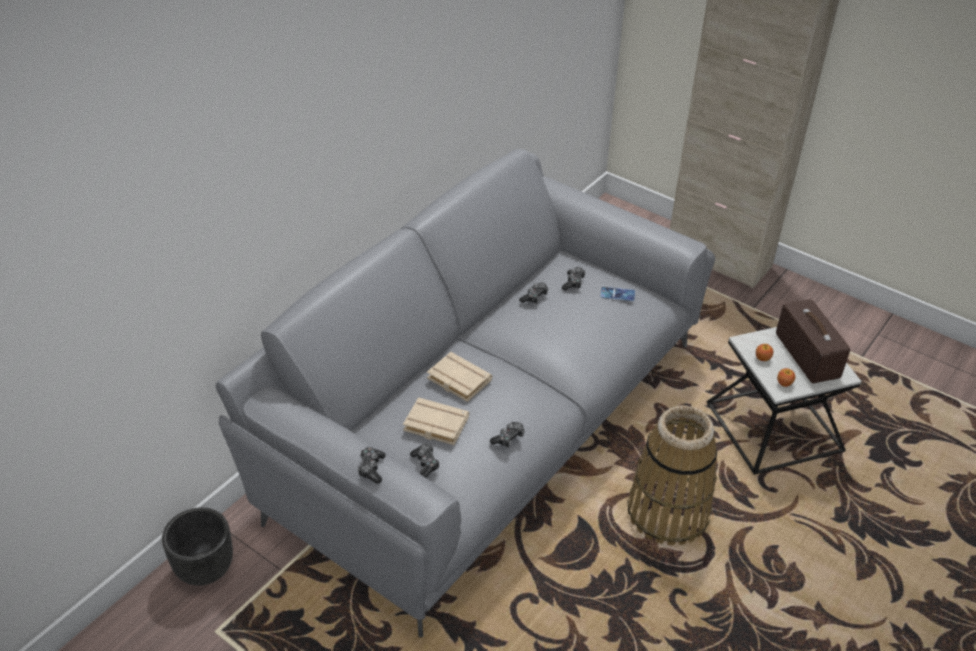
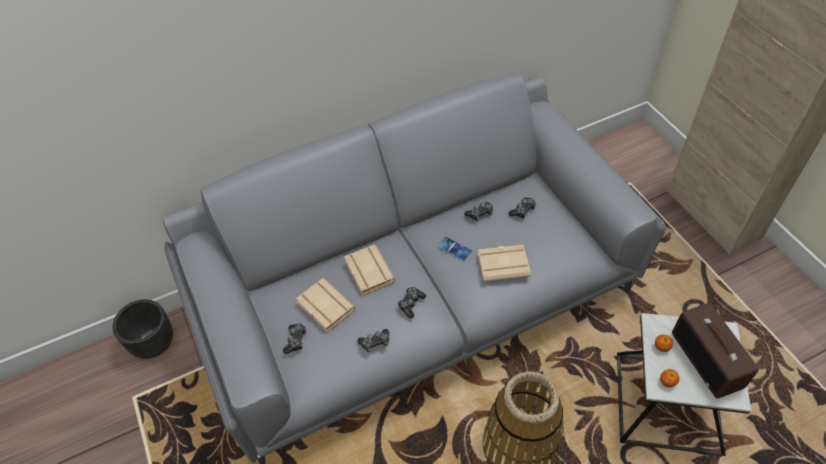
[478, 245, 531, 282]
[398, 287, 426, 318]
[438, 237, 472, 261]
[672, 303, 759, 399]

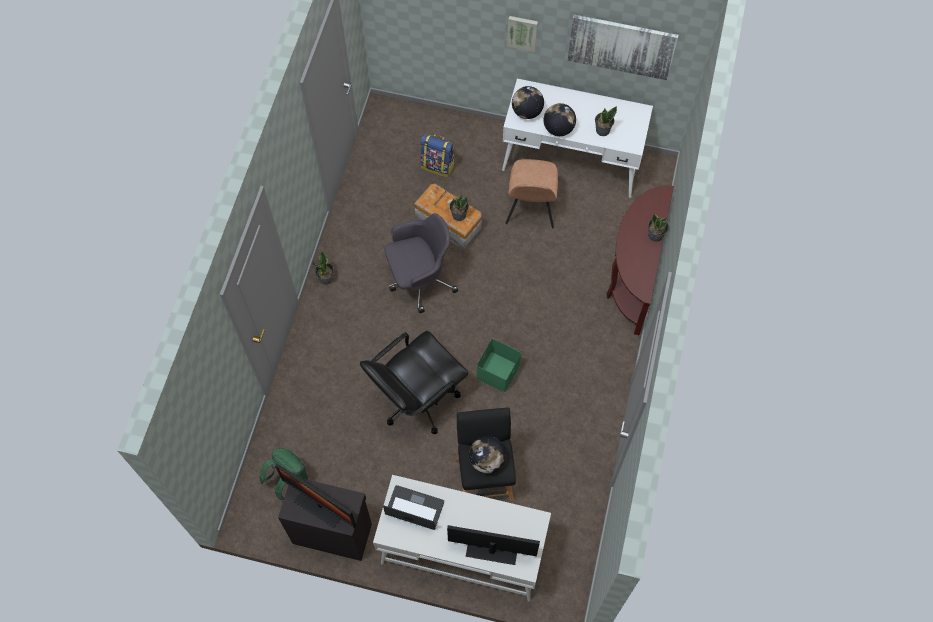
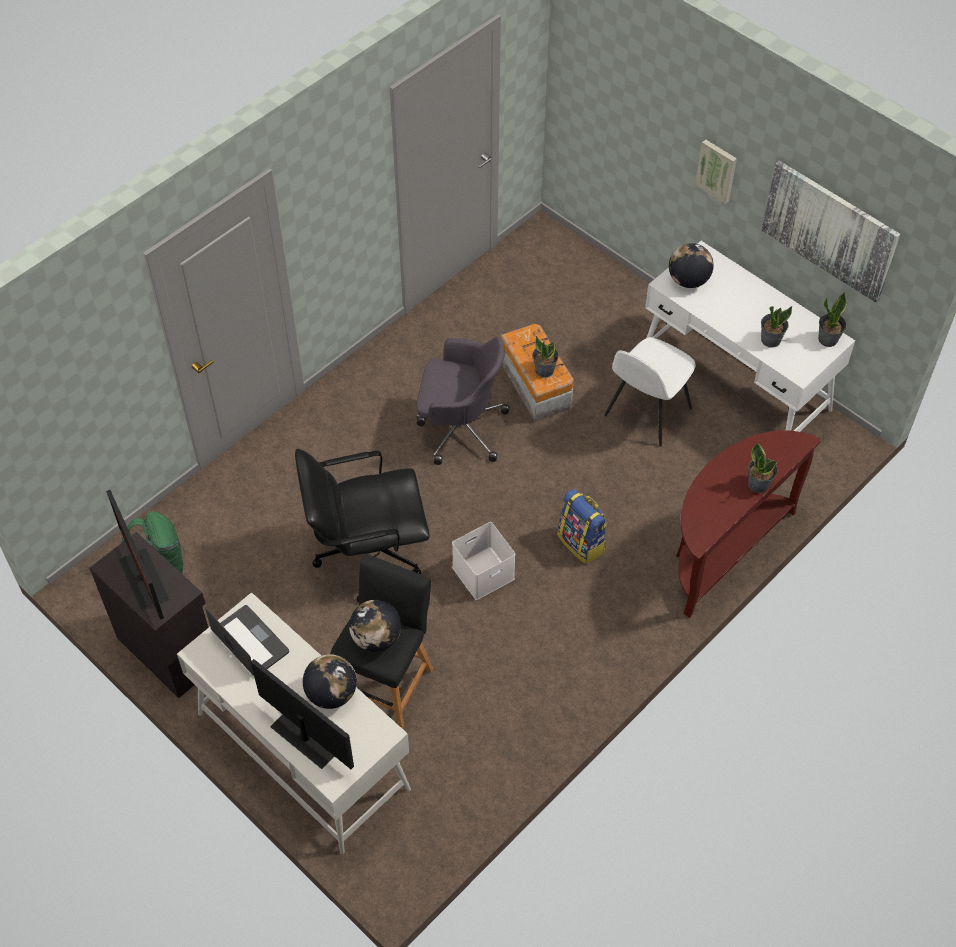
[818, 292, 847, 347]
[558, 489, 607, 564]
[303, 654, 357, 709]
[452, 522, 515, 600]
[604, 337, 696, 447]

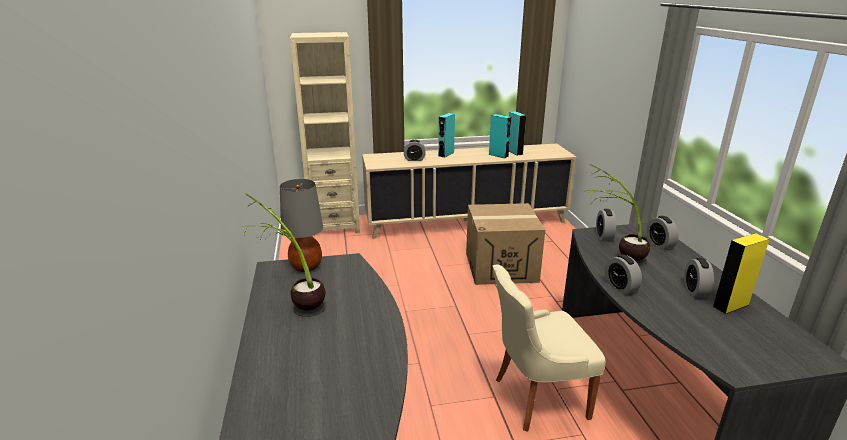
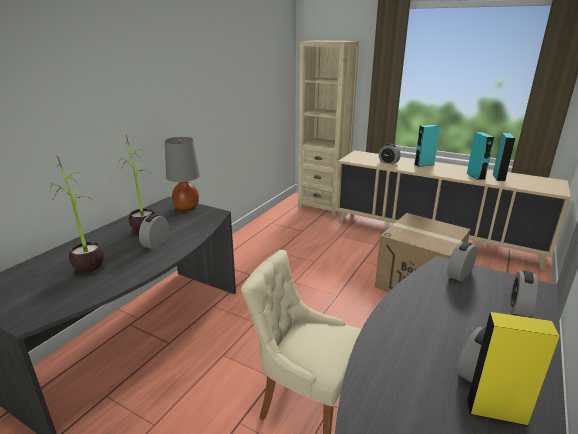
[50, 155, 106, 278]
[139, 214, 169, 249]

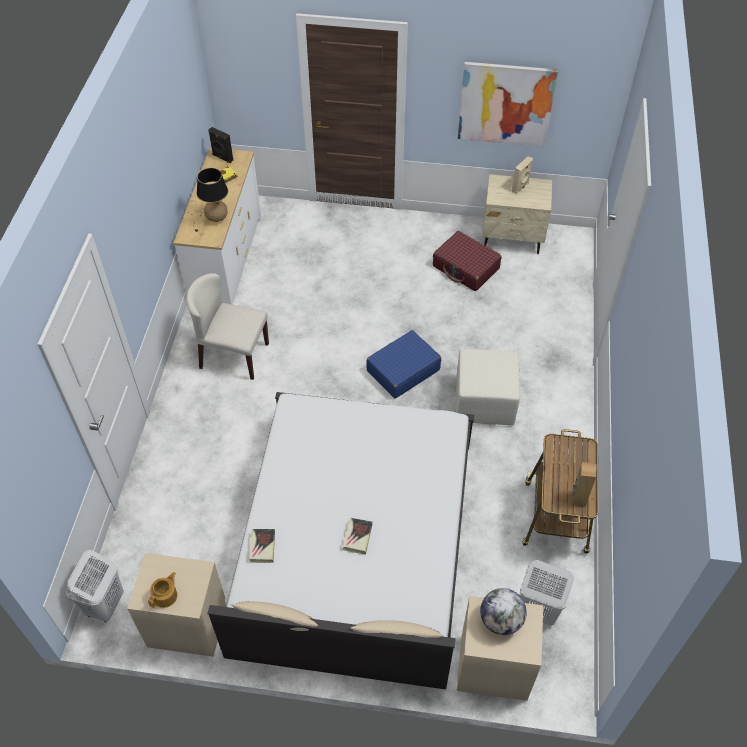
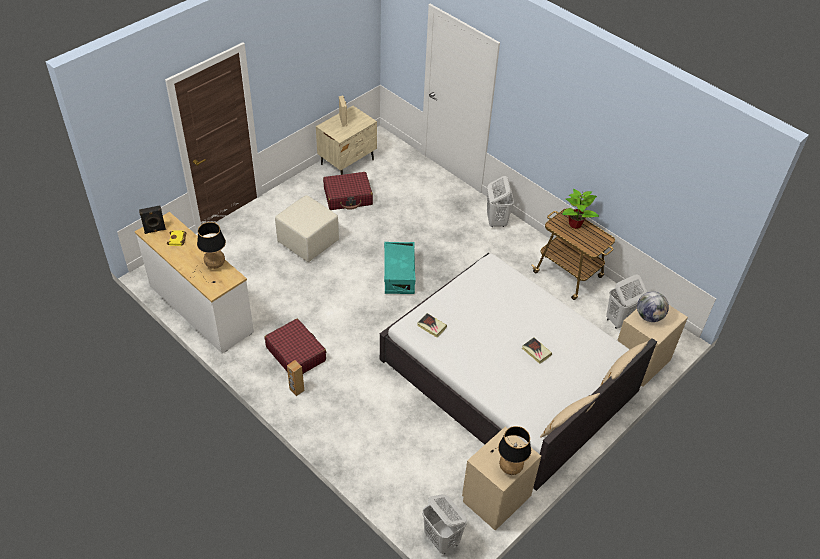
[458, 62, 558, 147] (first image)
[487, 176, 514, 227]
[562, 189, 599, 229]
[417, 313, 447, 338]
[275, 195, 339, 262]
[287, 360, 304, 396]
[491, 426, 531, 475]
[265, 319, 326, 374]
[384, 242, 416, 294]

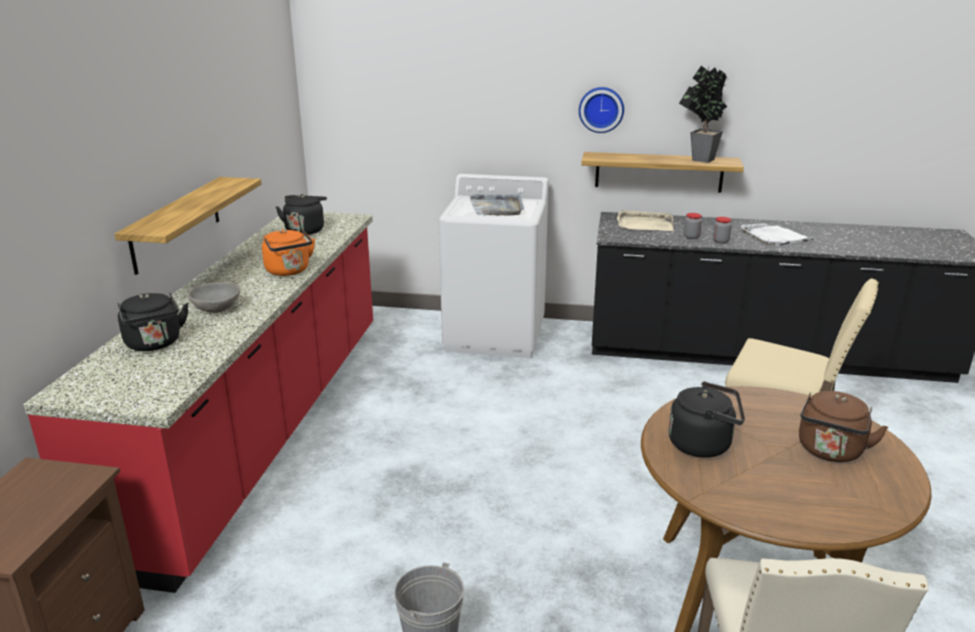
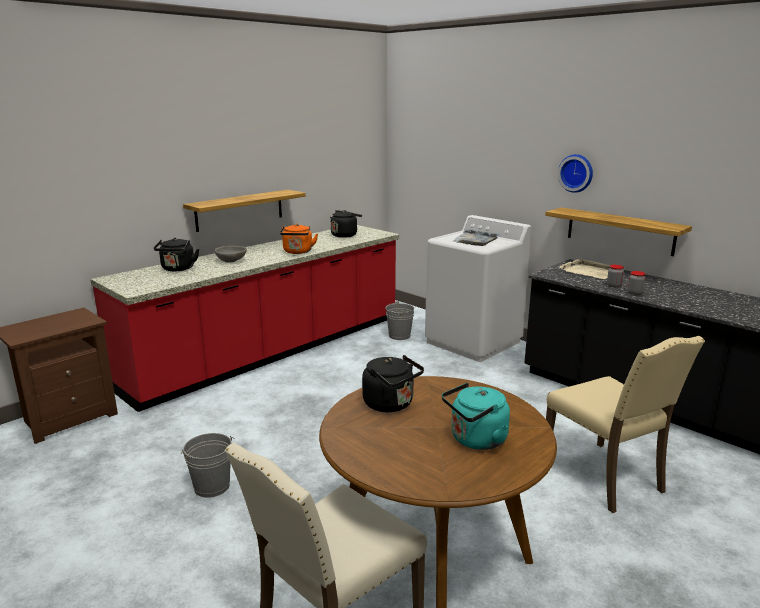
[679, 66, 727, 163] (first image)
[740, 223, 816, 246] (first image)
[385, 301, 414, 340]
[442, 383, 510, 450]

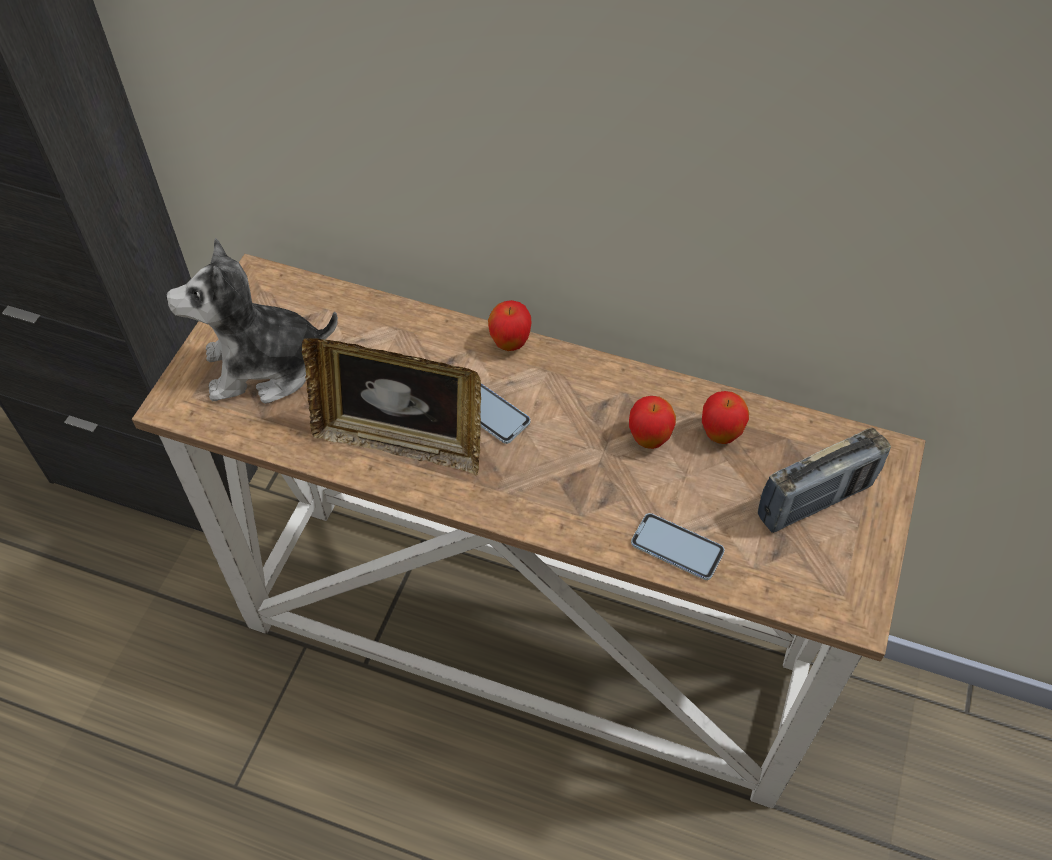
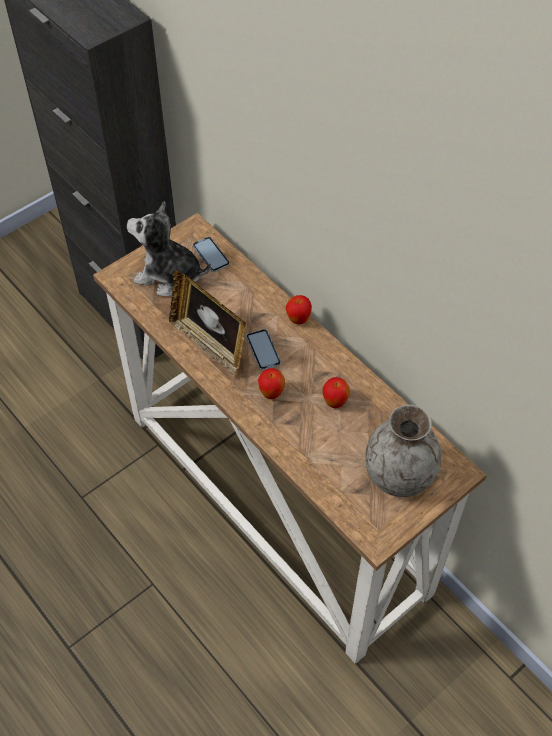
[193, 237, 230, 272]
[258, 368, 285, 399]
[365, 405, 441, 497]

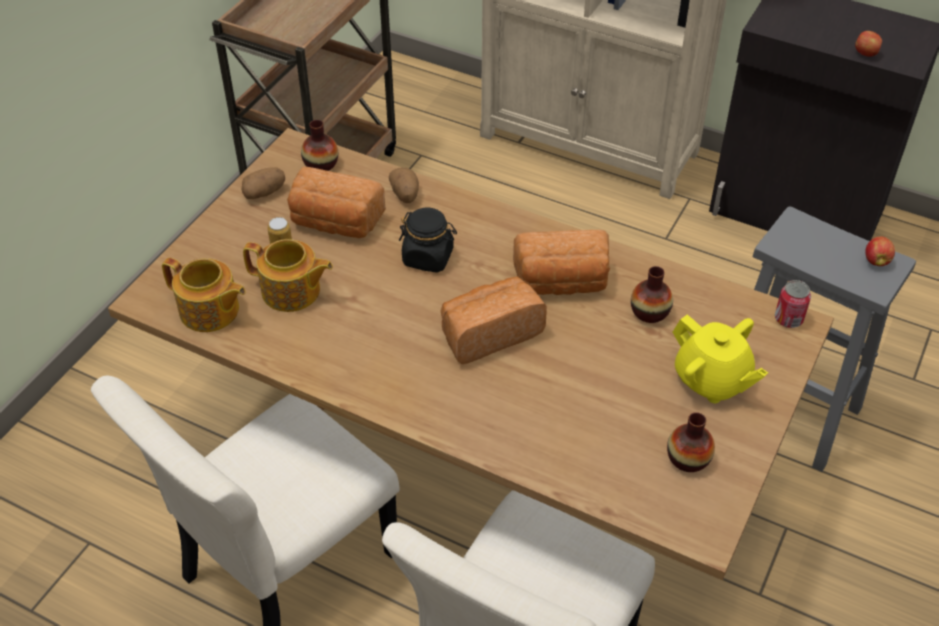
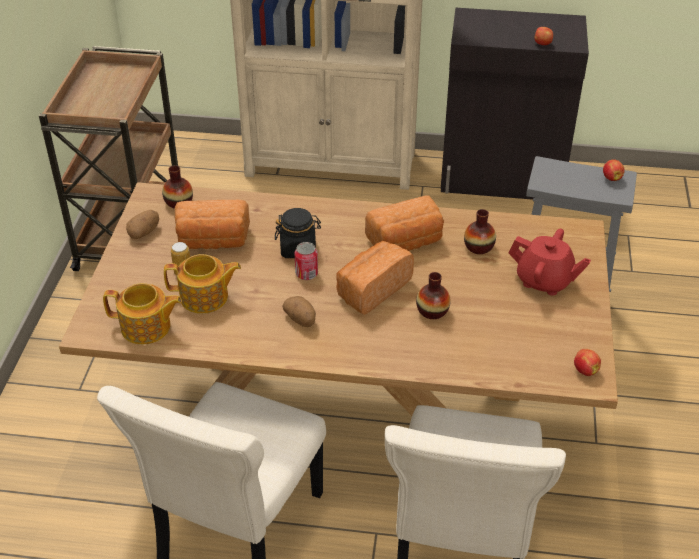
[574, 349, 601, 376]
[283, 296, 316, 327]
[416, 272, 451, 319]
[294, 242, 318, 280]
[508, 229, 591, 296]

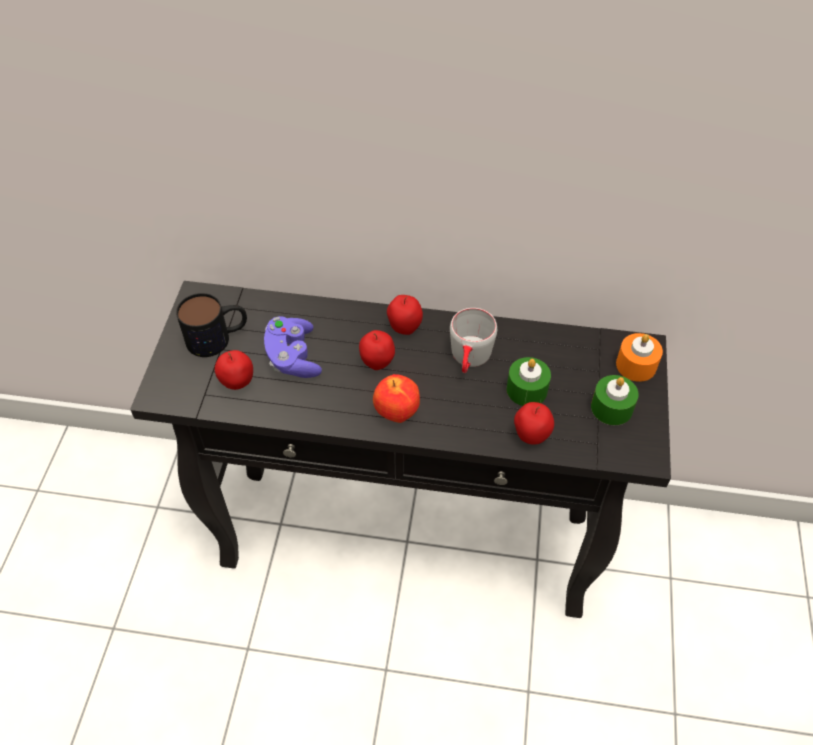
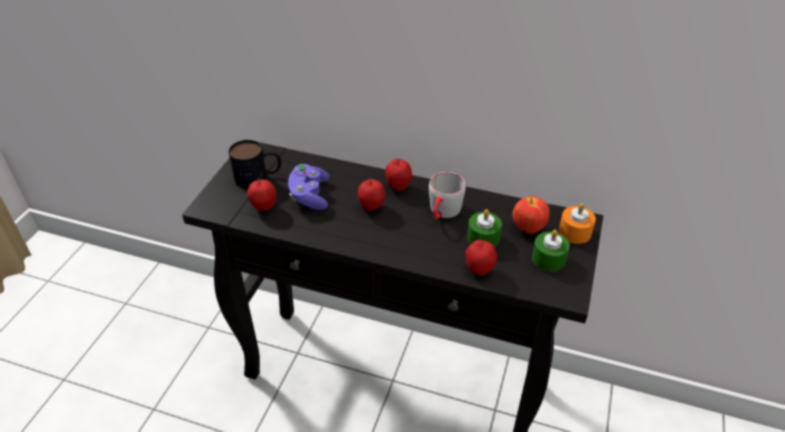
[512, 196, 550, 234]

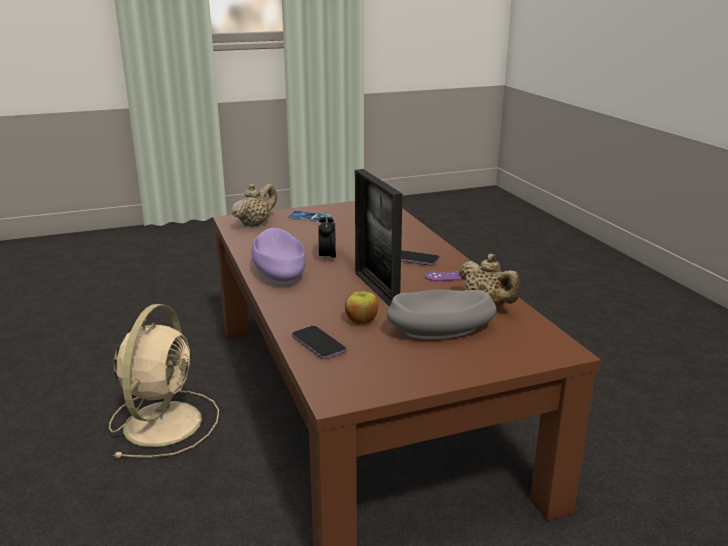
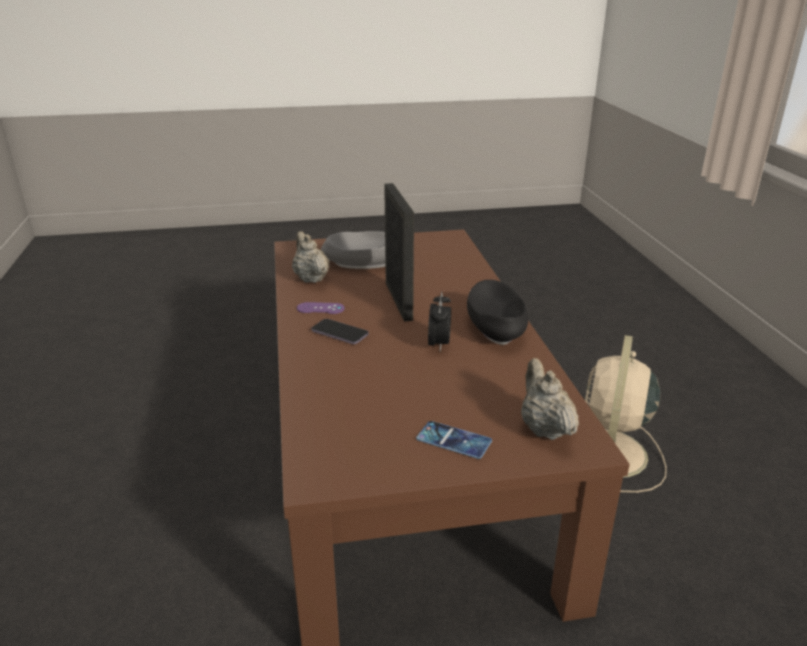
[292, 326, 346, 359] (first image)
[345, 291, 378, 325] (first image)
[467, 280, 528, 345]
[521, 358, 579, 440]

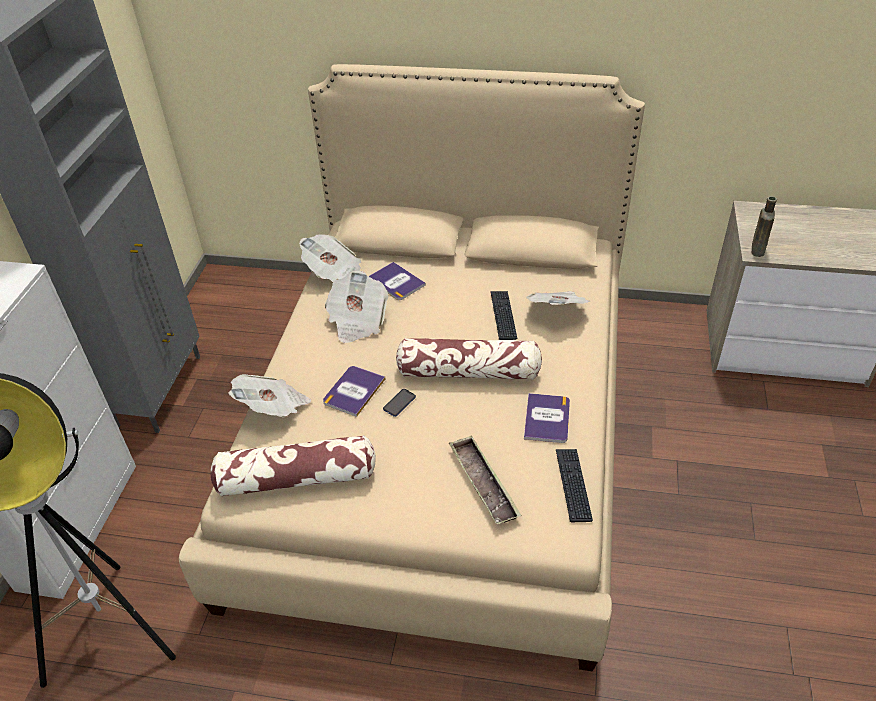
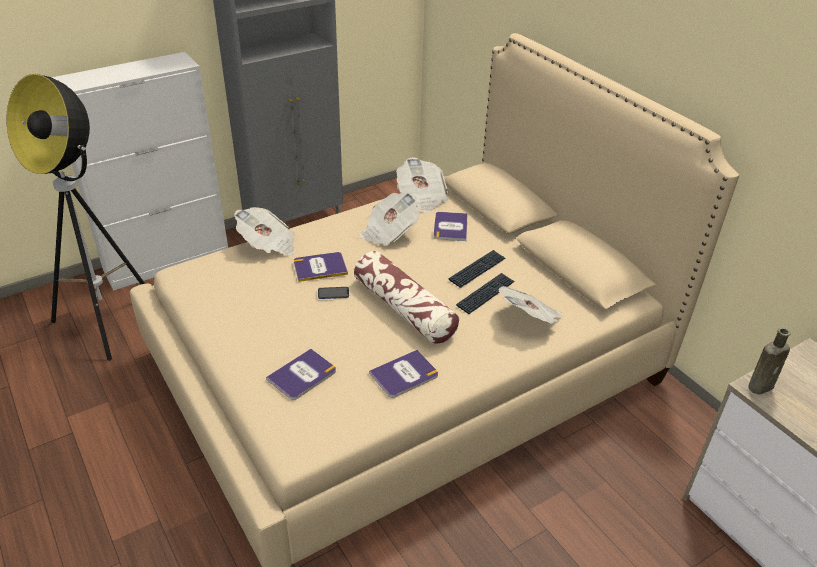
[211, 435, 376, 497] (first image)
[449, 250, 506, 288]
[266, 349, 336, 400]

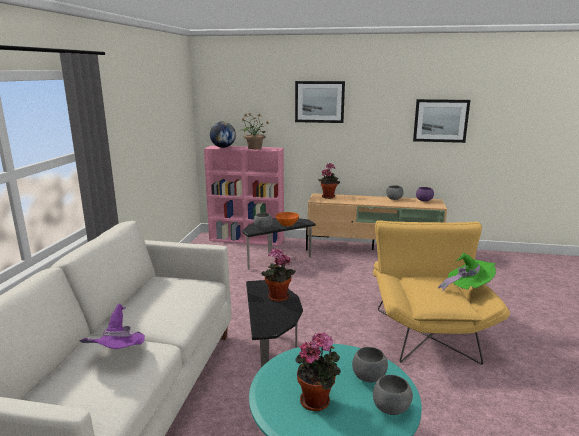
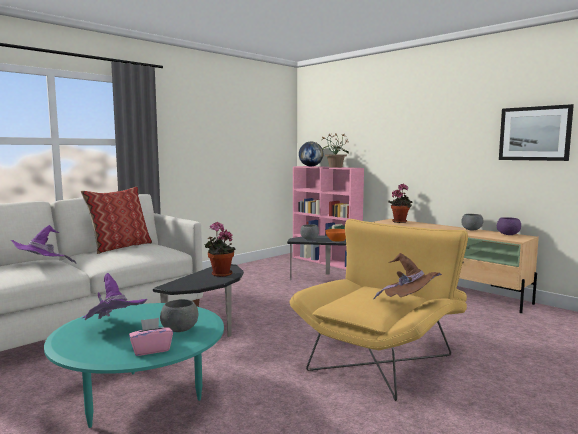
[295, 81, 345, 123] (first image)
[81, 186, 152, 254]
[83, 273, 148, 320]
[129, 318, 173, 356]
[373, 253, 442, 299]

